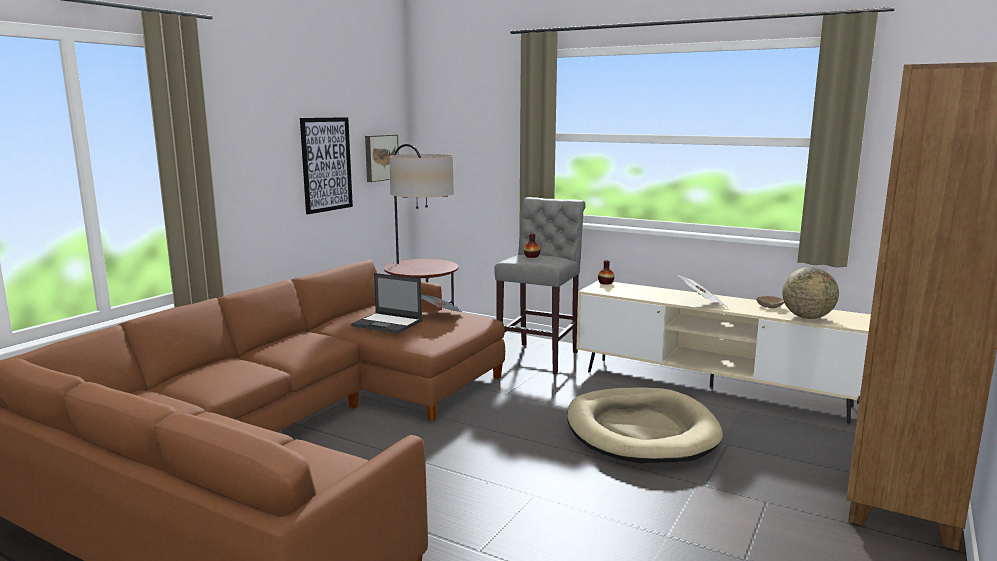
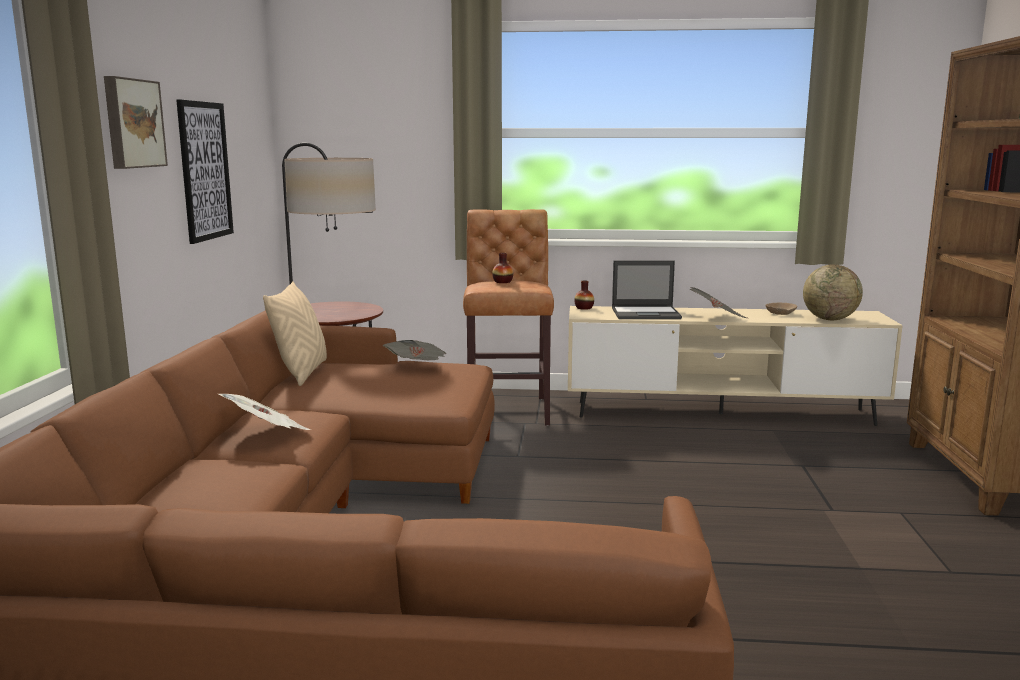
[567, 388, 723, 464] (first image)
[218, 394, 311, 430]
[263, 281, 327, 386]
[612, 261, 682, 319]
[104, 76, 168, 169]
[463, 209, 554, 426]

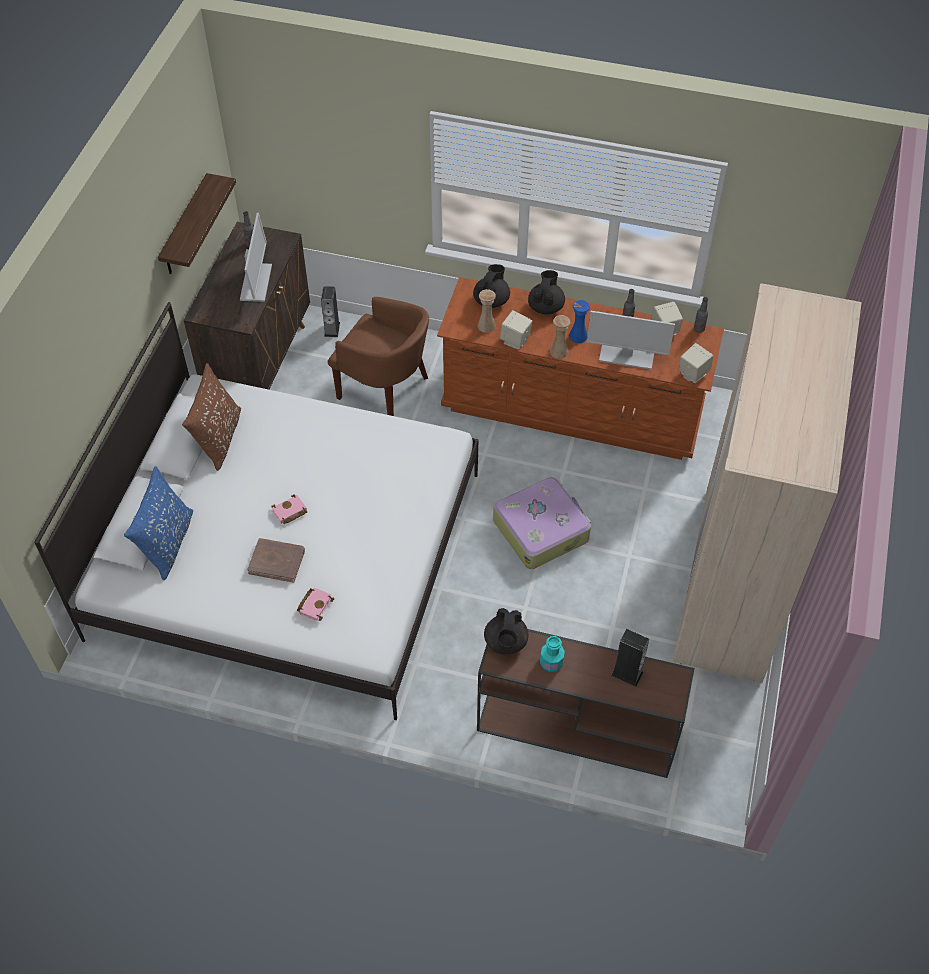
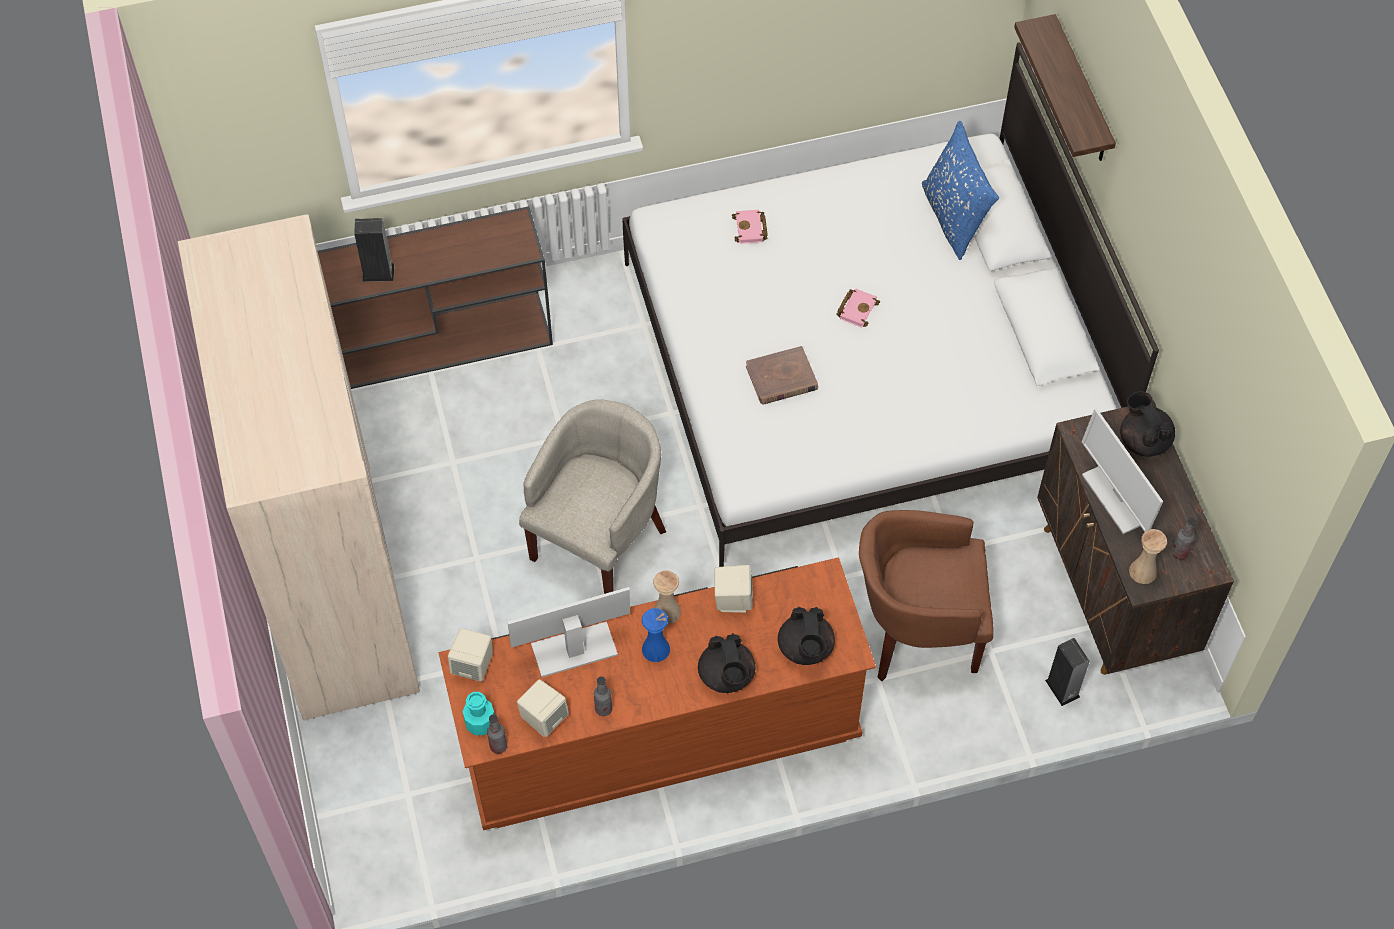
[182, 363, 241, 471] (first image)
[1014, 14, 1116, 161]
[746, 346, 818, 405]
[1129, 529, 1167, 584]
[1120, 391, 1175, 457]
[462, 692, 494, 735]
[519, 399, 666, 594]

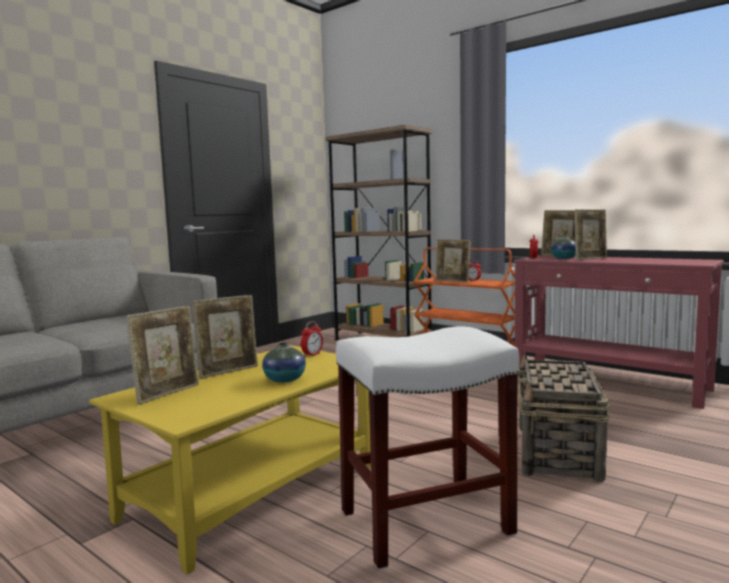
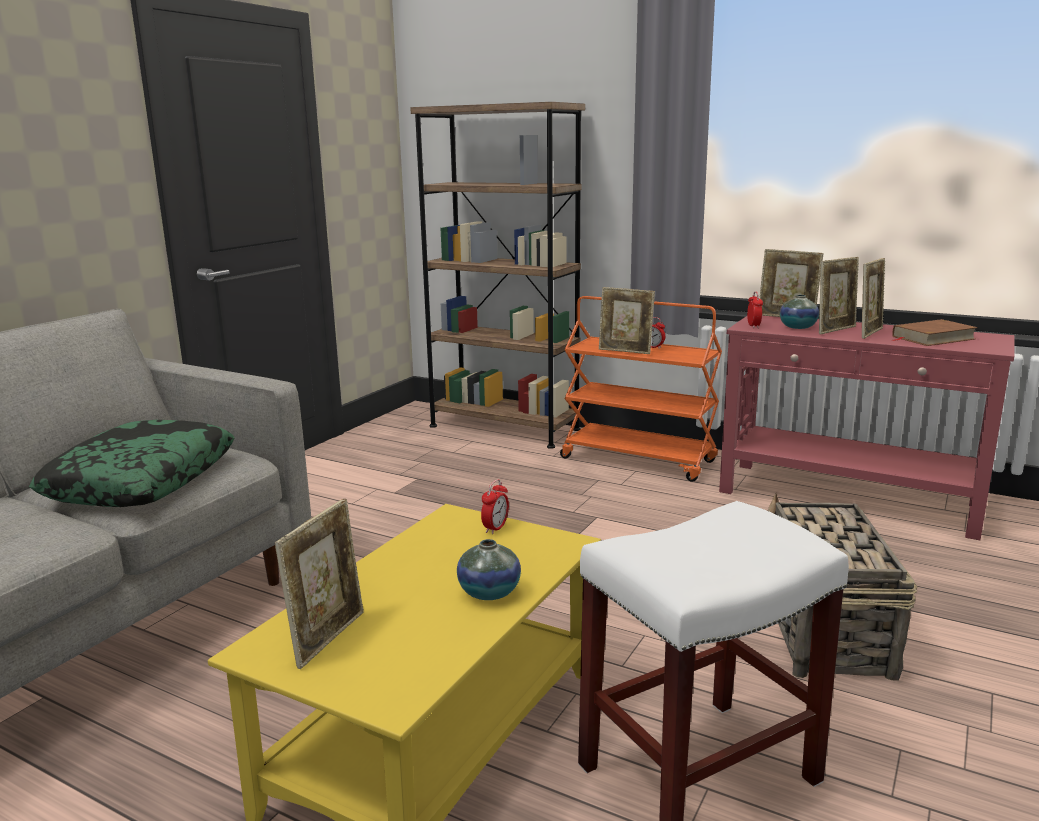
[29, 420, 235, 507]
[892, 319, 978, 346]
[862, 258, 885, 339]

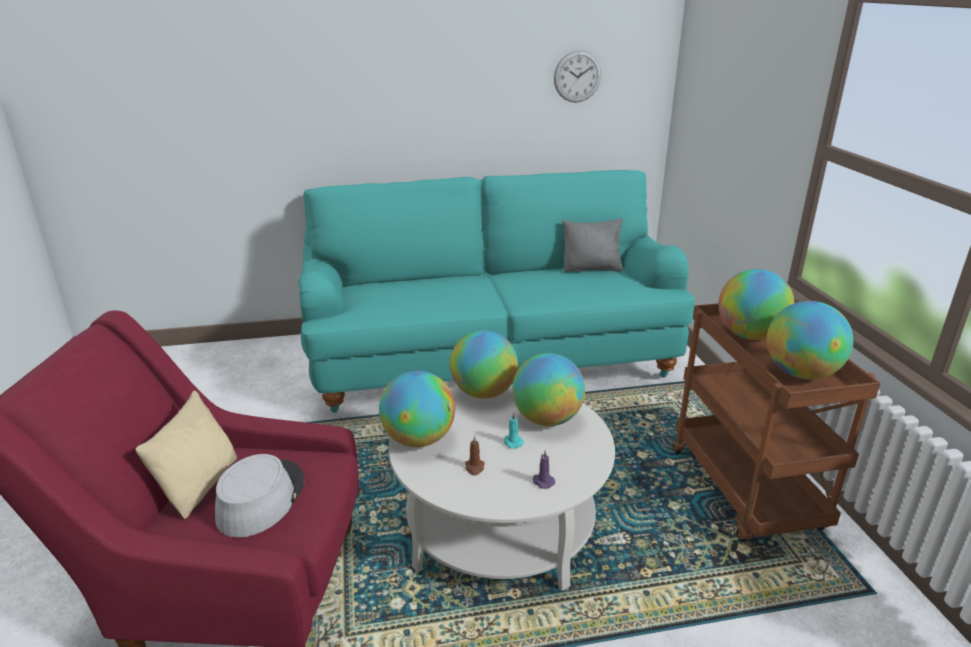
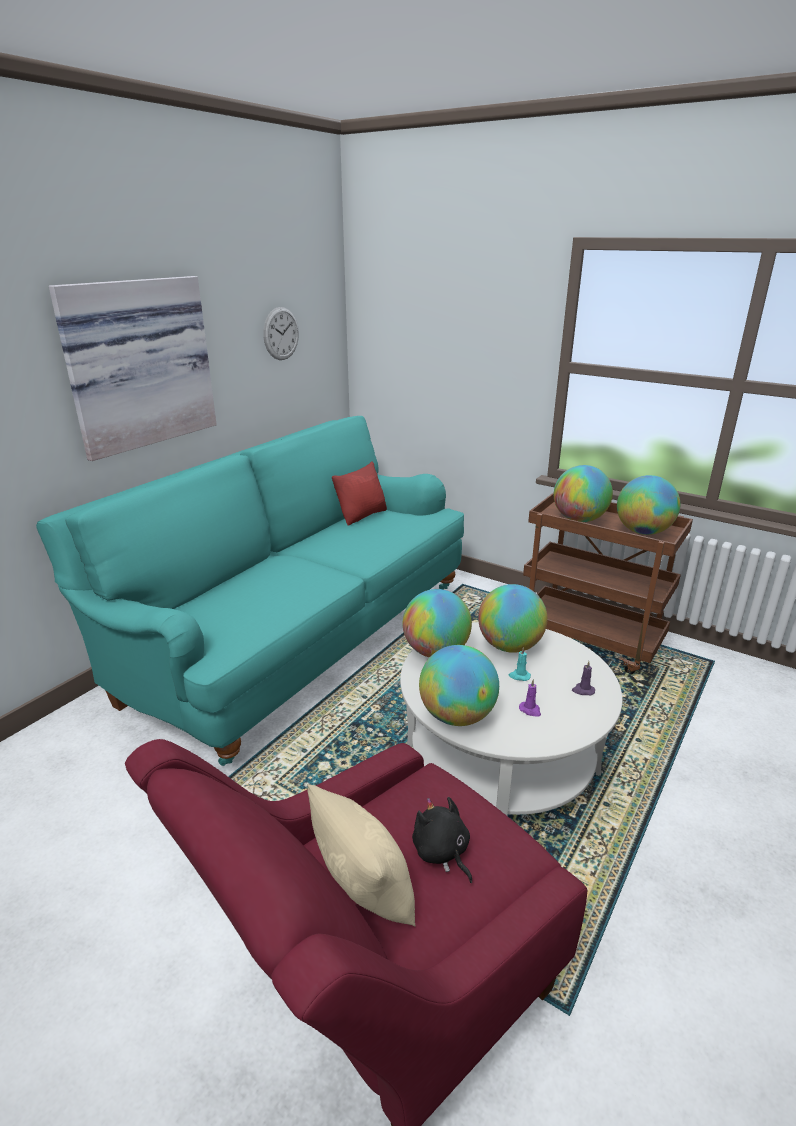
[49, 276, 217, 461]
[412, 797, 472, 883]
[519, 679, 541, 717]
[332, 462, 387, 526]

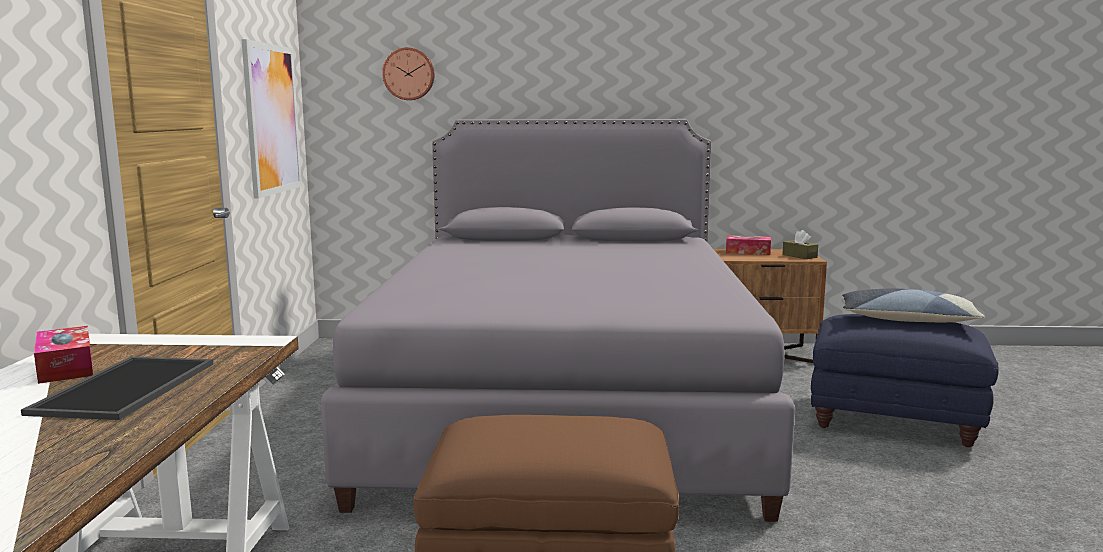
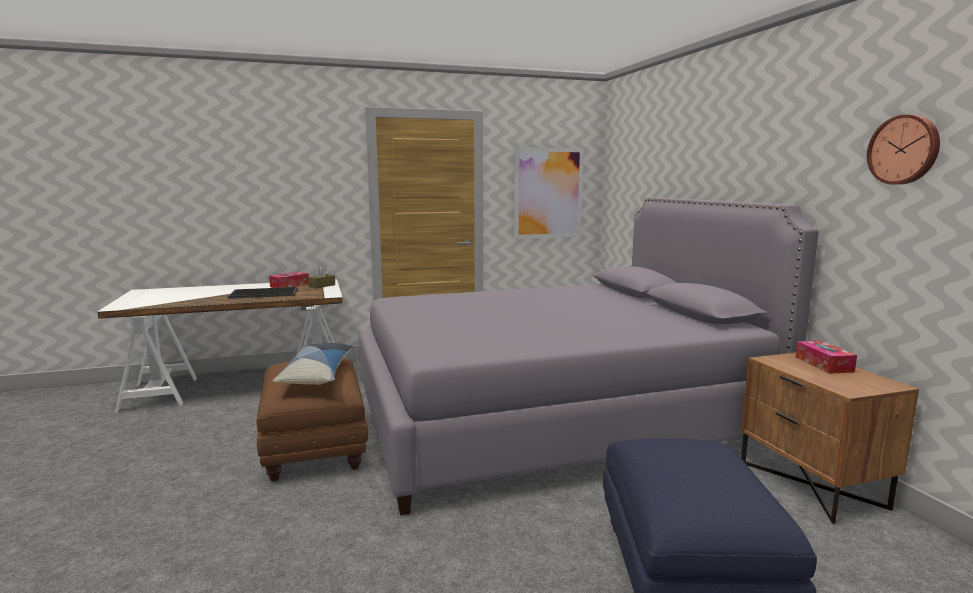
[867, 114, 940, 185]
[308, 266, 335, 288]
[273, 343, 353, 385]

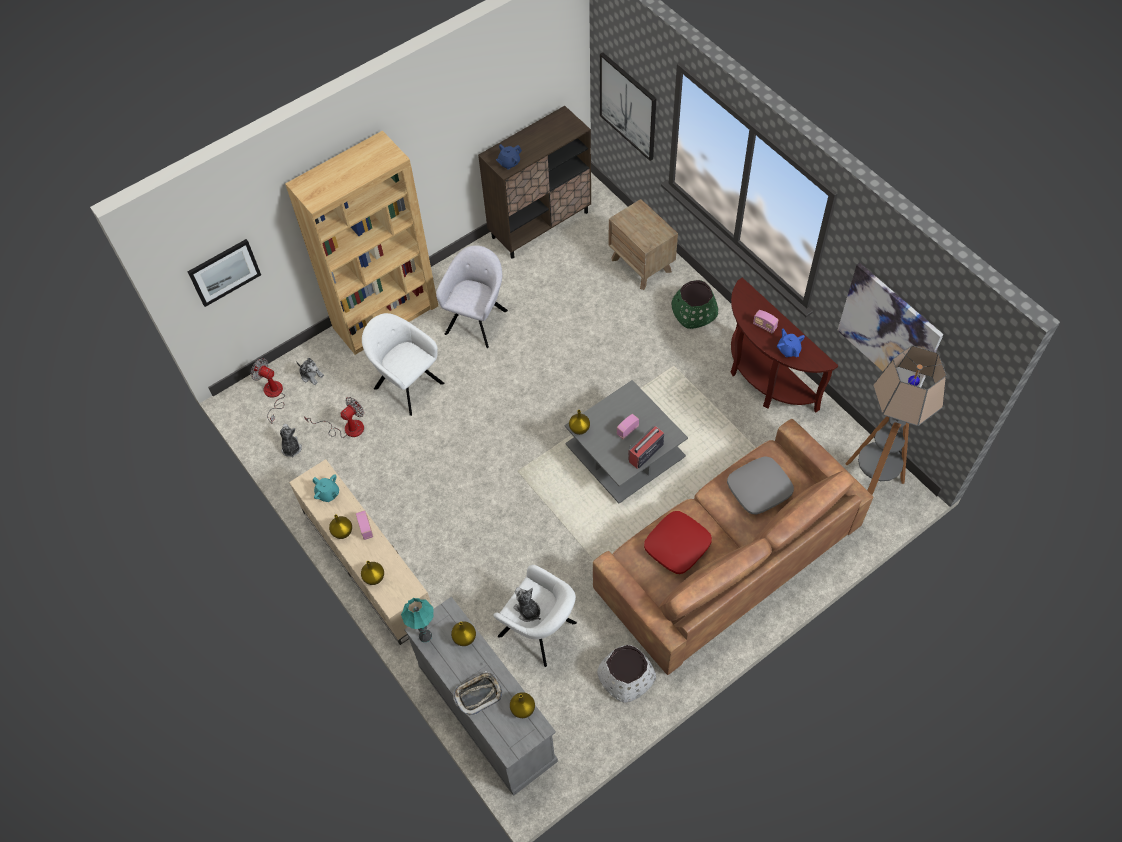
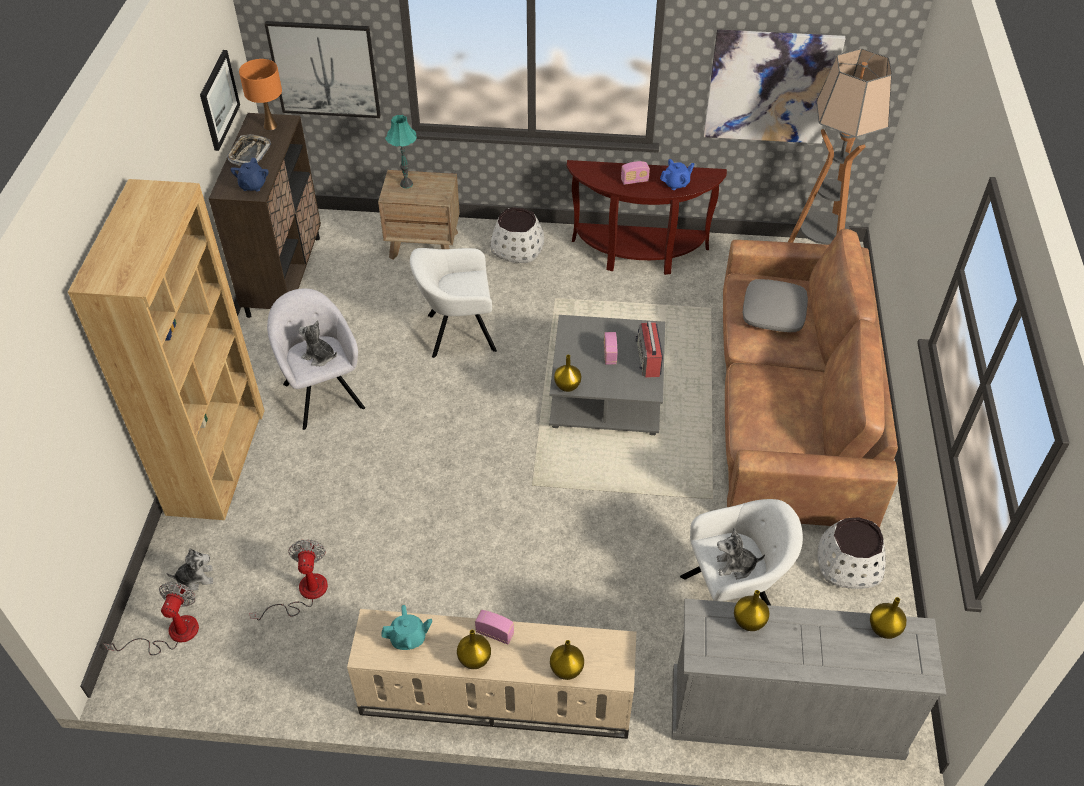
[644, 511, 712, 574] (first image)
[239, 59, 282, 130]
[200, 50, 240, 151]
[299, 320, 337, 366]
[410, 248, 497, 358]
[385, 115, 417, 188]
[227, 135, 271, 166]
[490, 207, 544, 263]
[103, 582, 199, 655]
[660, 159, 695, 190]

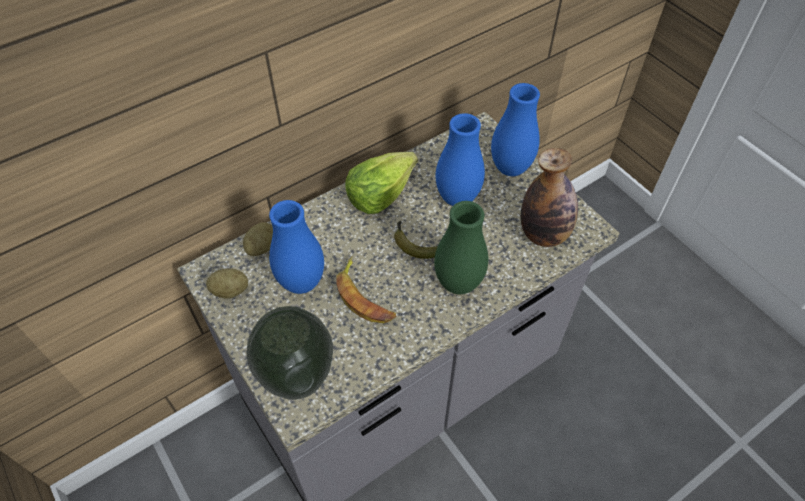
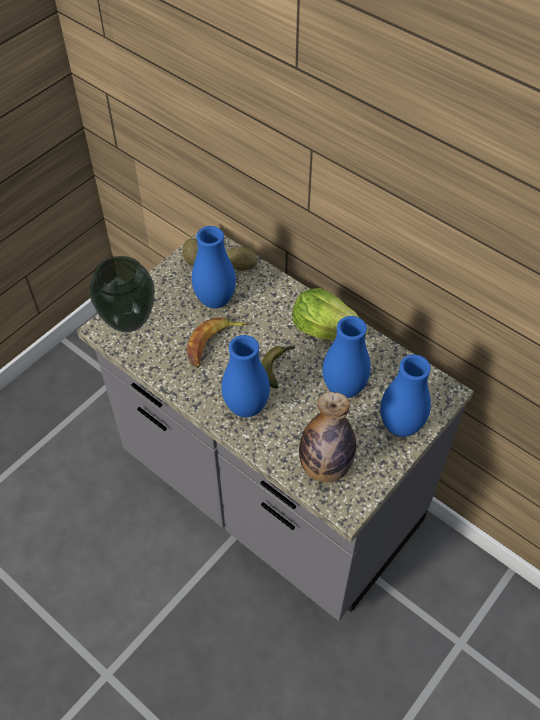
[221, 335, 270, 417]

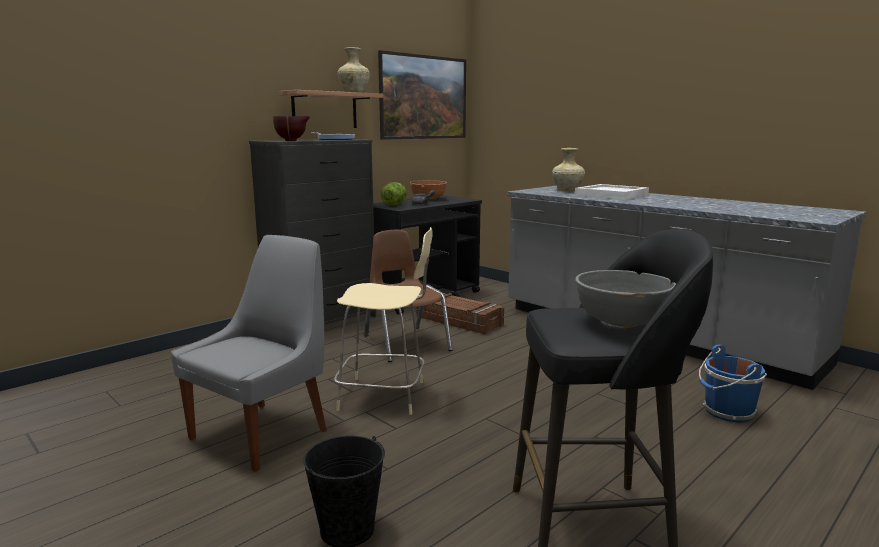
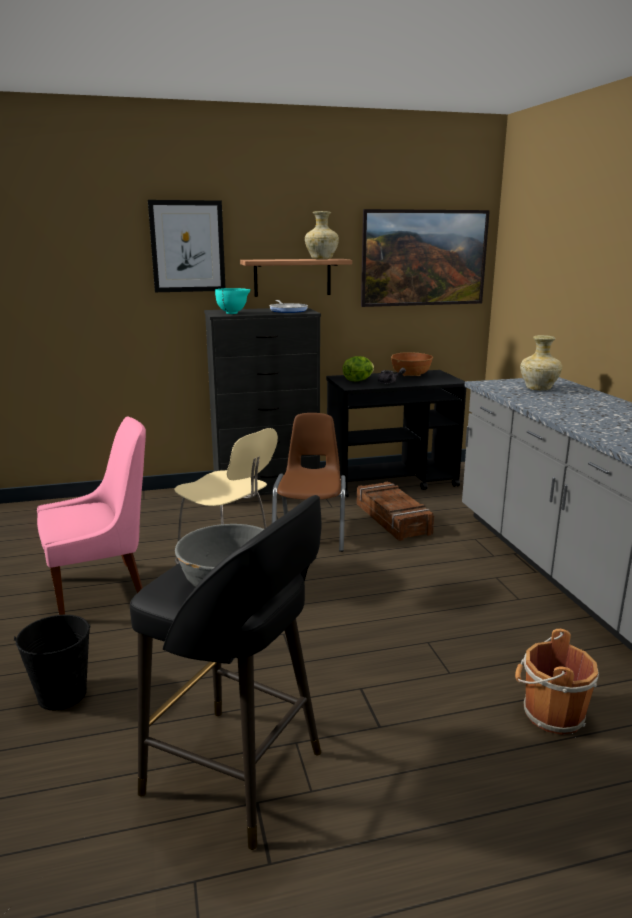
[575, 184, 649, 200] (first image)
[148, 200, 225, 292]
[37, 416, 146, 615]
[215, 288, 250, 314]
[515, 629, 599, 735]

